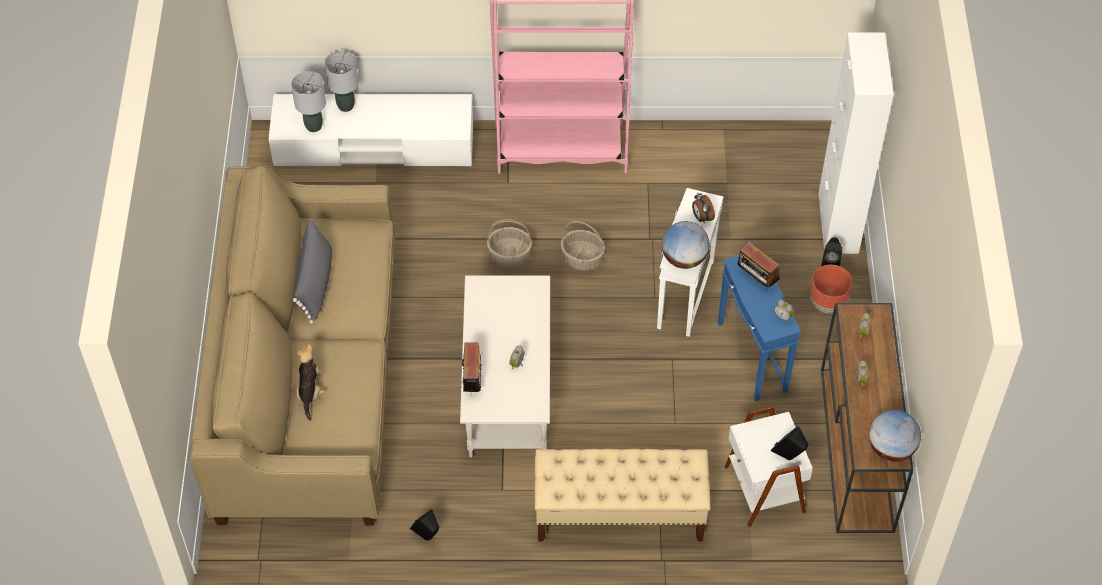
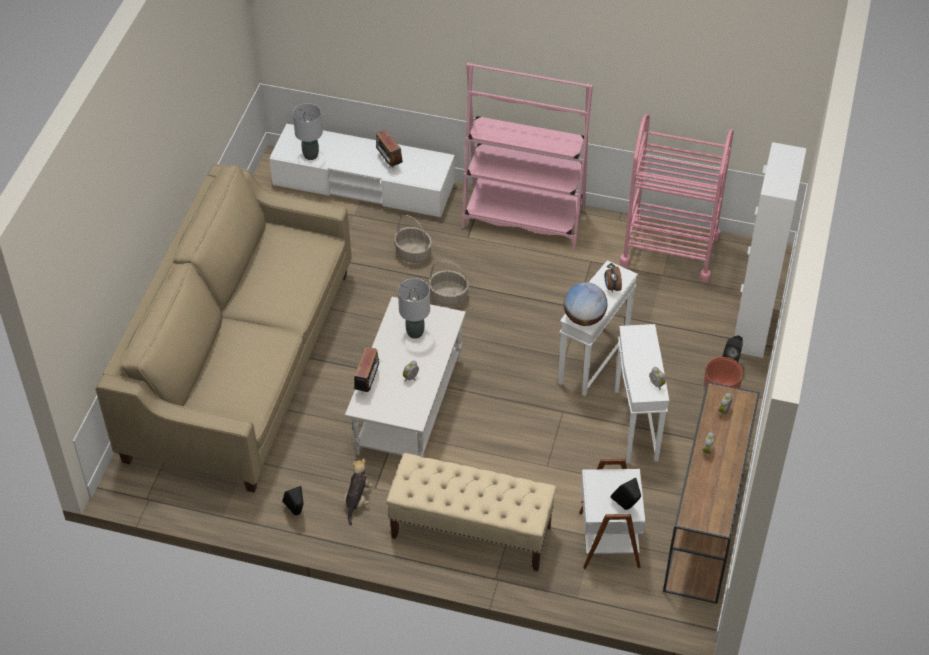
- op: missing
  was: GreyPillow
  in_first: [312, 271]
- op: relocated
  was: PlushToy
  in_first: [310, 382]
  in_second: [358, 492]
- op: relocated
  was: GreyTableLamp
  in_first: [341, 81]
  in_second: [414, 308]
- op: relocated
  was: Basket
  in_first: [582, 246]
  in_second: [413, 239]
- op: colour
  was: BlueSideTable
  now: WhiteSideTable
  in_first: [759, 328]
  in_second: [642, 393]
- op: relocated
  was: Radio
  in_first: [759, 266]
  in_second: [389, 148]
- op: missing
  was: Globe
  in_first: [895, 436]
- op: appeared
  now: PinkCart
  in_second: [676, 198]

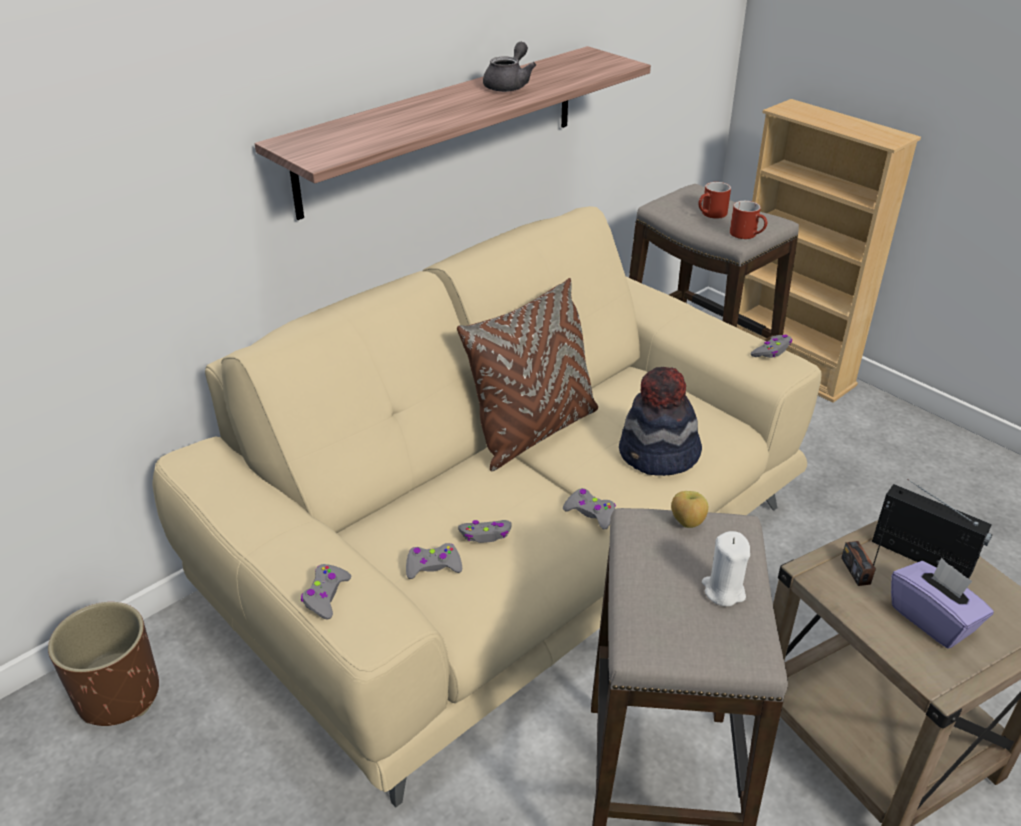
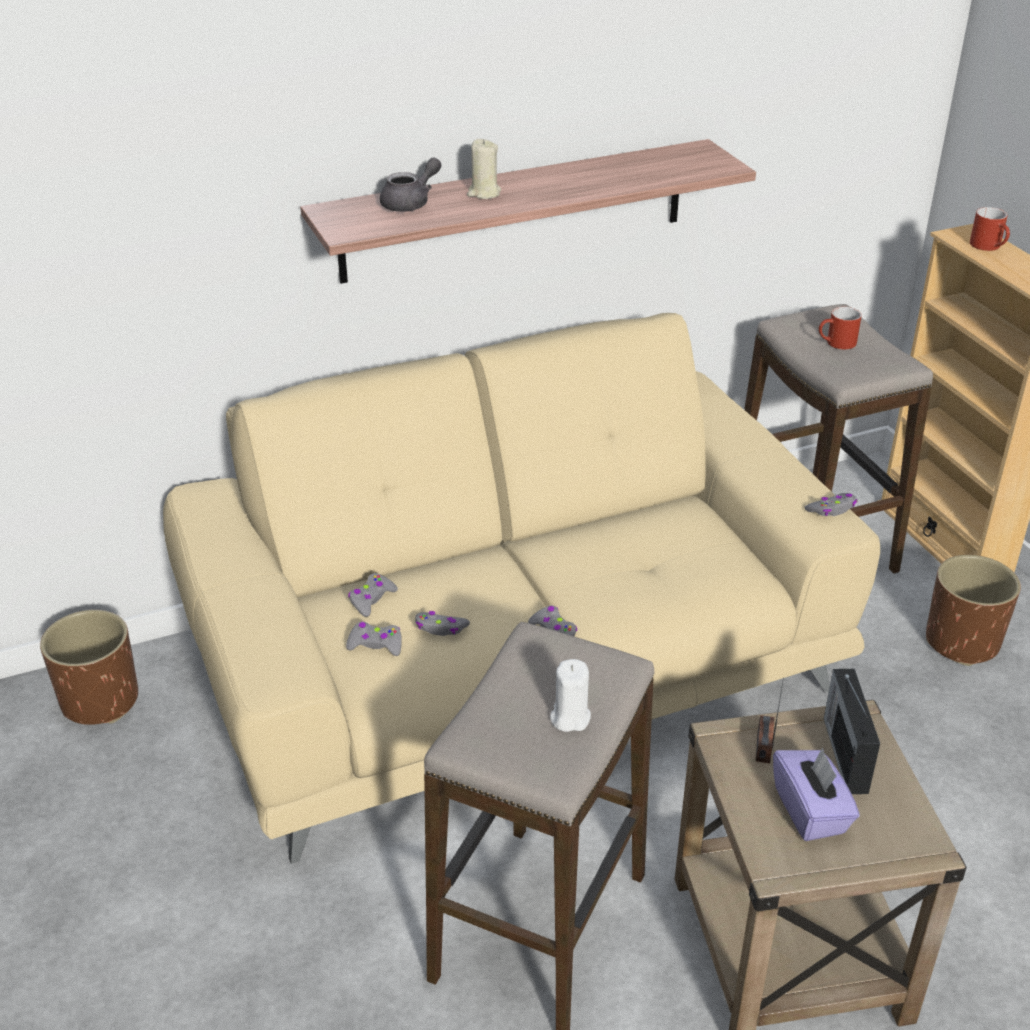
- op: relocated
  was: GreyGameController
  in_first: [326, 592]
  in_second: [373, 595]
- op: missing
  was: BrownPillow
  in_first: [527, 374]
- op: relocated
  was: GreyTeapot
  in_first: [509, 67]
  in_second: [410, 185]
- op: missing
  was: Hat
  in_first: [660, 421]
- op: missing
  was: Apple
  in_first: [689, 509]
- op: relocated
  was: RedMug
  in_first: [748, 220]
  in_second: [990, 229]
- op: spun
  was: Radio
  in_first: [932, 529]
  in_second: [852, 731]
  clockwise: -150
- op: appeared
  now: BeigeCandle
  in_second: [484, 169]
- op: appeared
  now: BrownPlanter
  in_second: [973, 610]

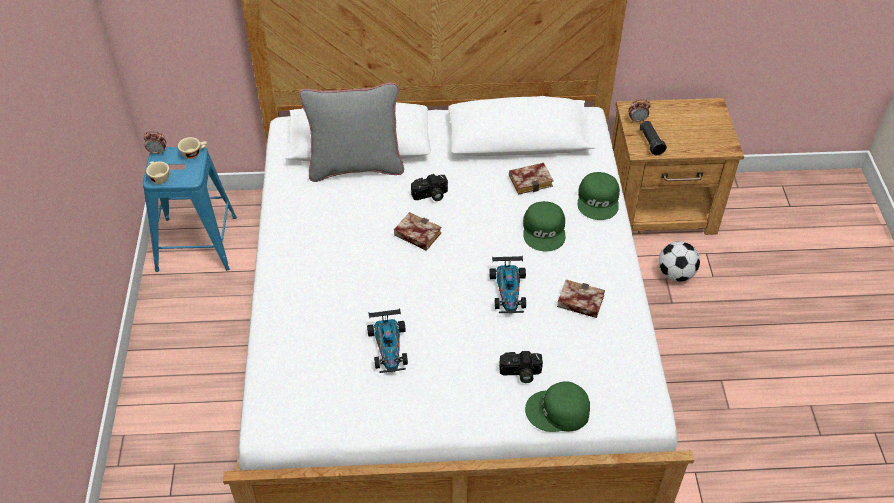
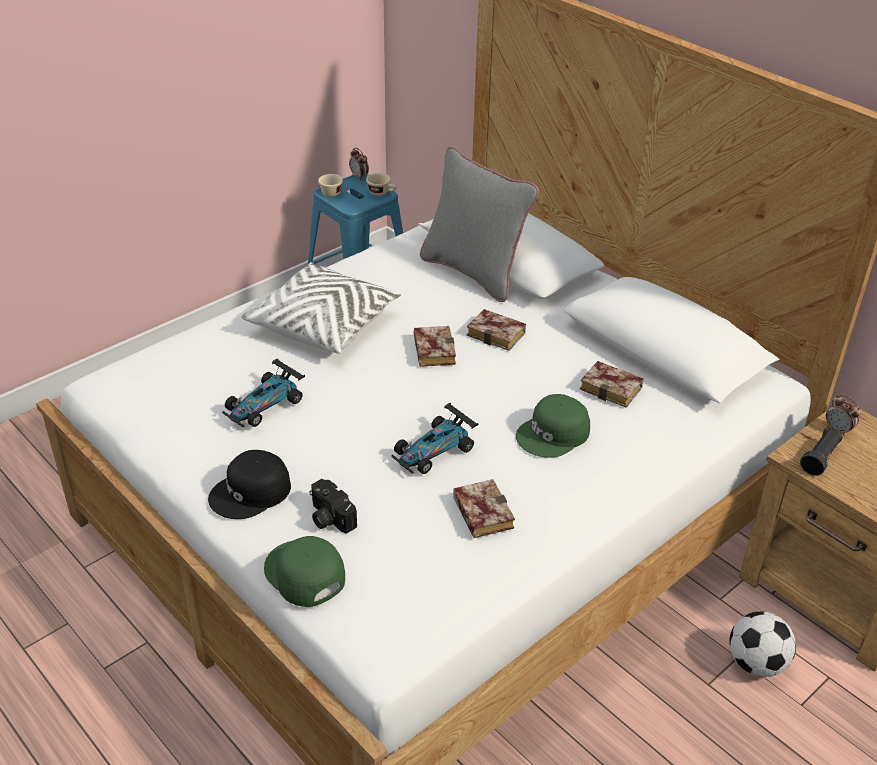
- op: exchanged
  was: PhotoCamera
  now: Book
  in_first: [429, 187]
  in_second: [496, 330]
- op: missing
  was: GreenCap
  in_first: [599, 196]
- op: appeared
  now: BlackCap
  in_second: [249, 484]
- op: appeared
  now: WhitePillow
  in_second: [321, 308]

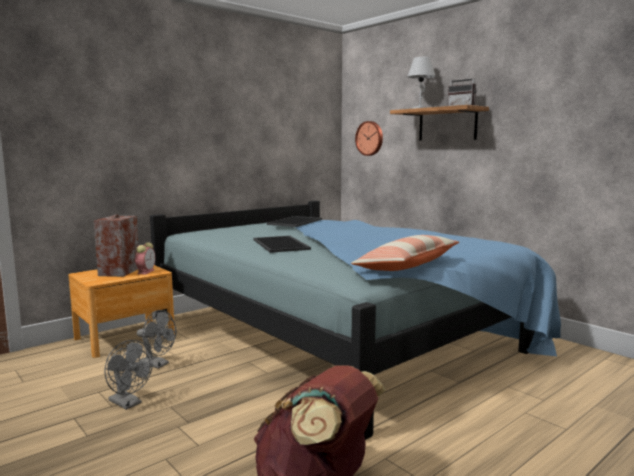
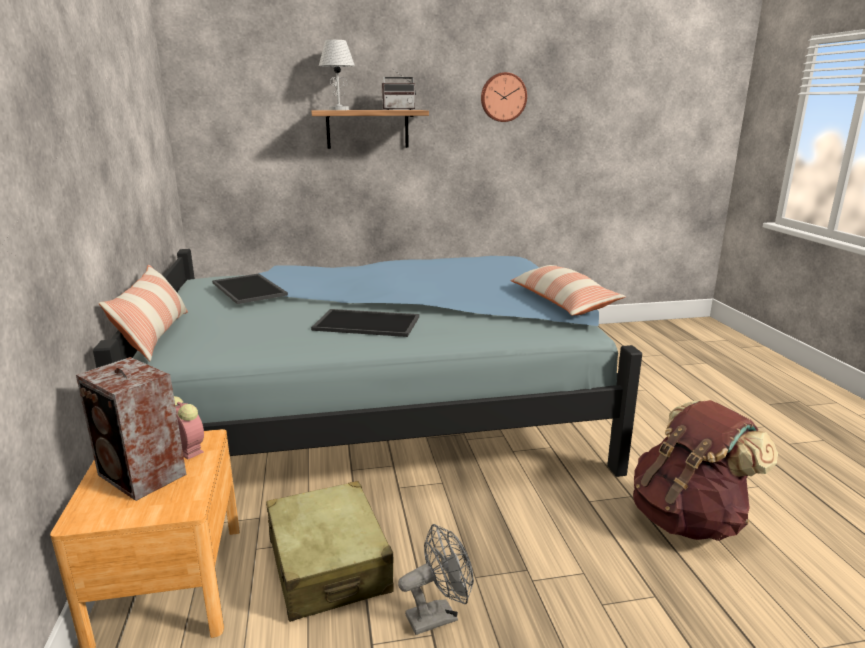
- op: exchanged
  was: GreyFan
  now: BeigeSuitcase
  in_first: [156, 339]
  in_second: [330, 551]
- op: relocated
  was: WallClock
  in_first: [369, 138]
  in_second: [504, 97]
- op: appeared
  now: Pillow
  in_second: [143, 313]

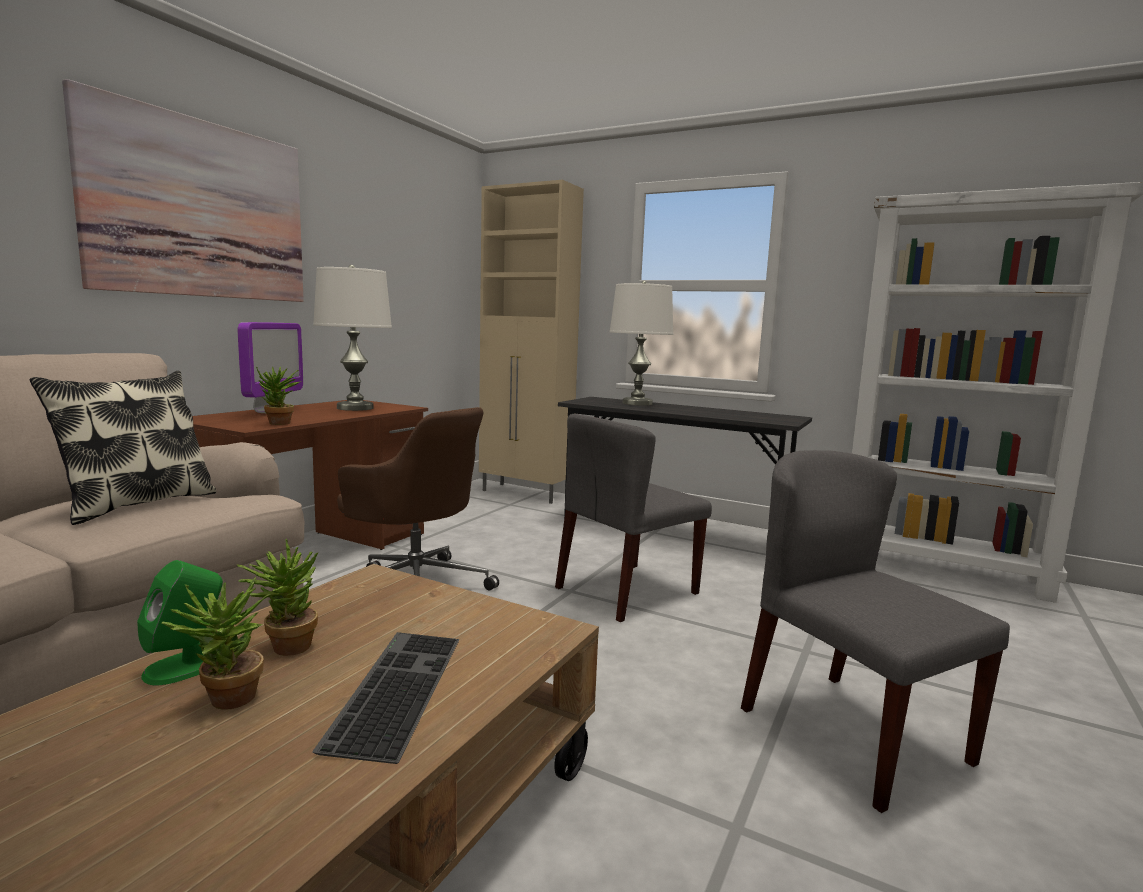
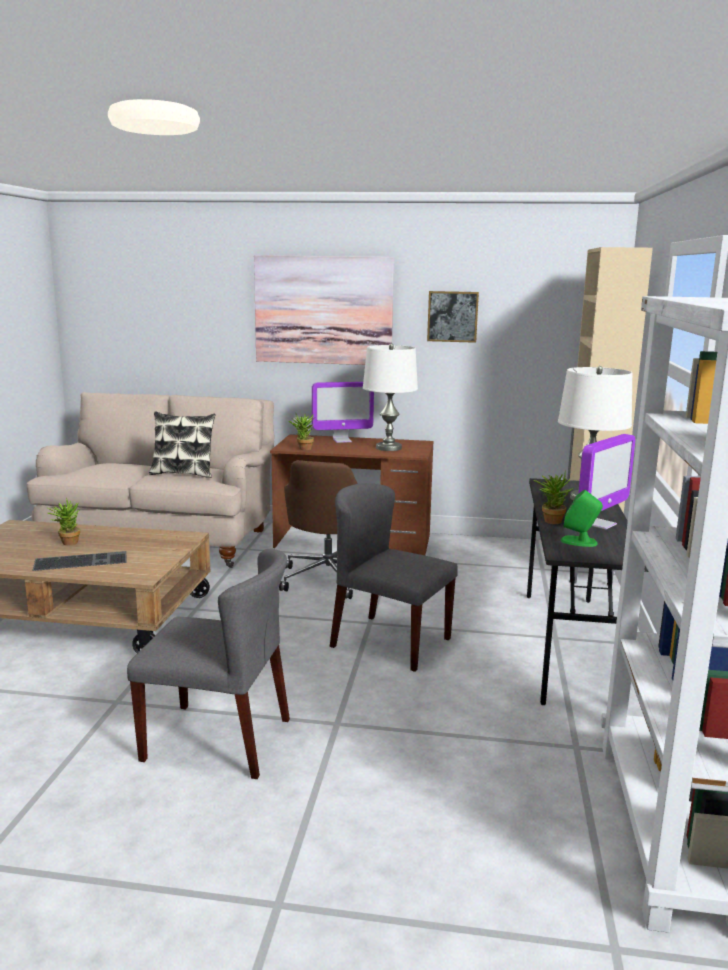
- op: relocated
  was: GreenSpeaker
  in_first: [180, 622]
  in_second: [582, 518]
- op: relocated
  was: PottedPlant
  in_first: [277, 597]
  in_second: [553, 497]
- op: spun
  was: GreyChair
  in_first: [875, 631]
  in_second: [208, 663]
  clockwise: 60
- op: appeared
  now: Picture
  in_second: [453, 317]
- op: appeared
  now: Monitor
  in_second: [606, 482]

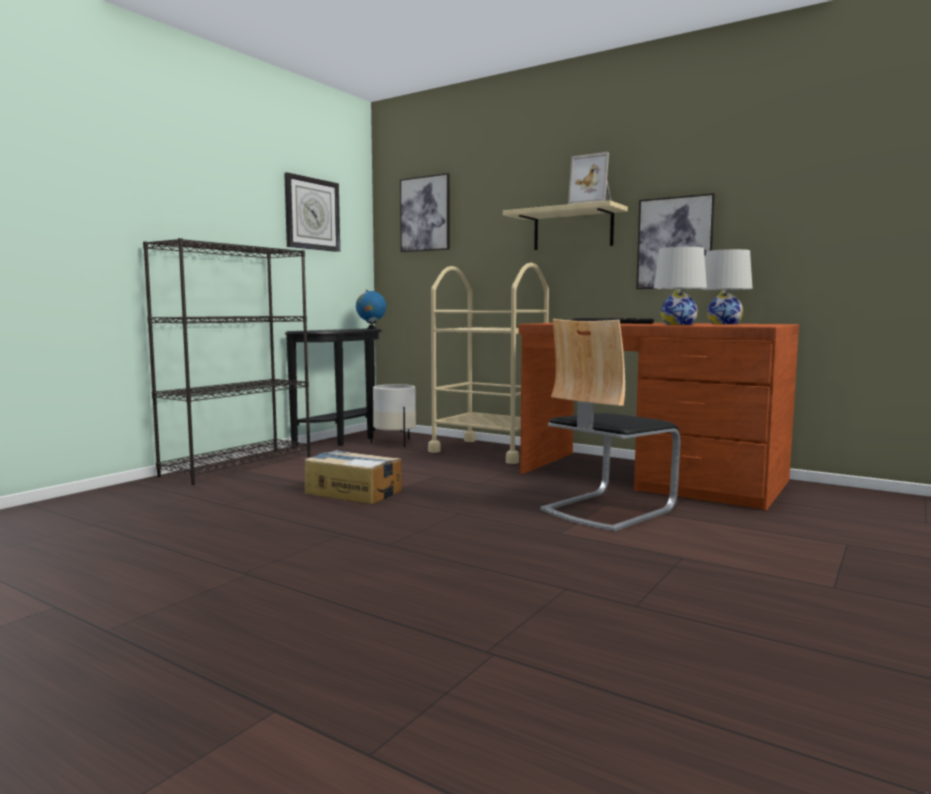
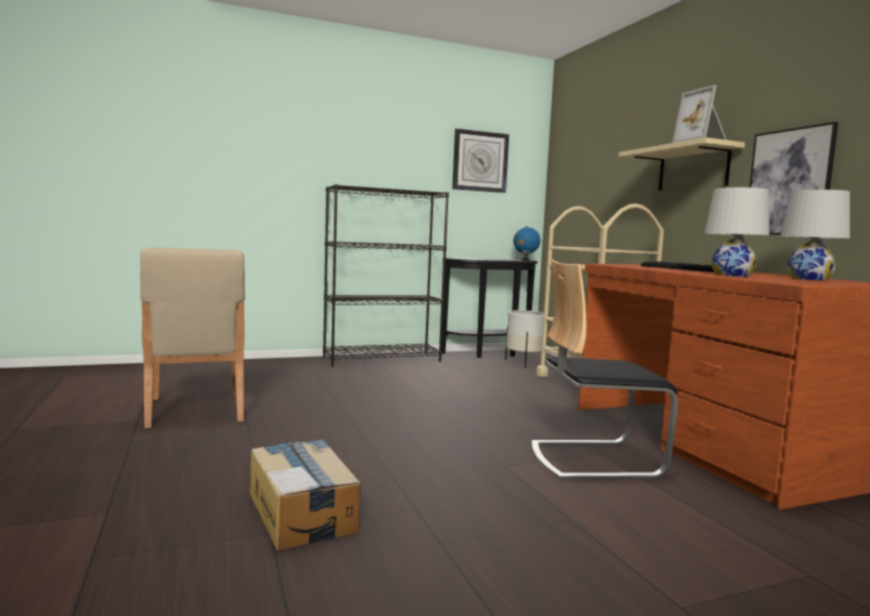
- op: relocated
  was: CardboardBox
  in_first: [353, 477]
  in_second: [305, 495]
- op: missing
  was: Picture
  in_first: [425, 212]
- op: appeared
  now: BeigeChair
  in_second: [192, 338]

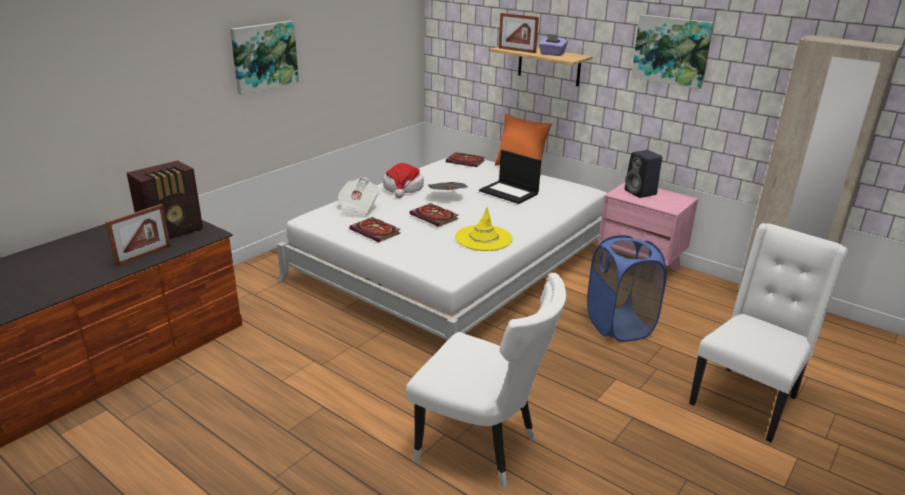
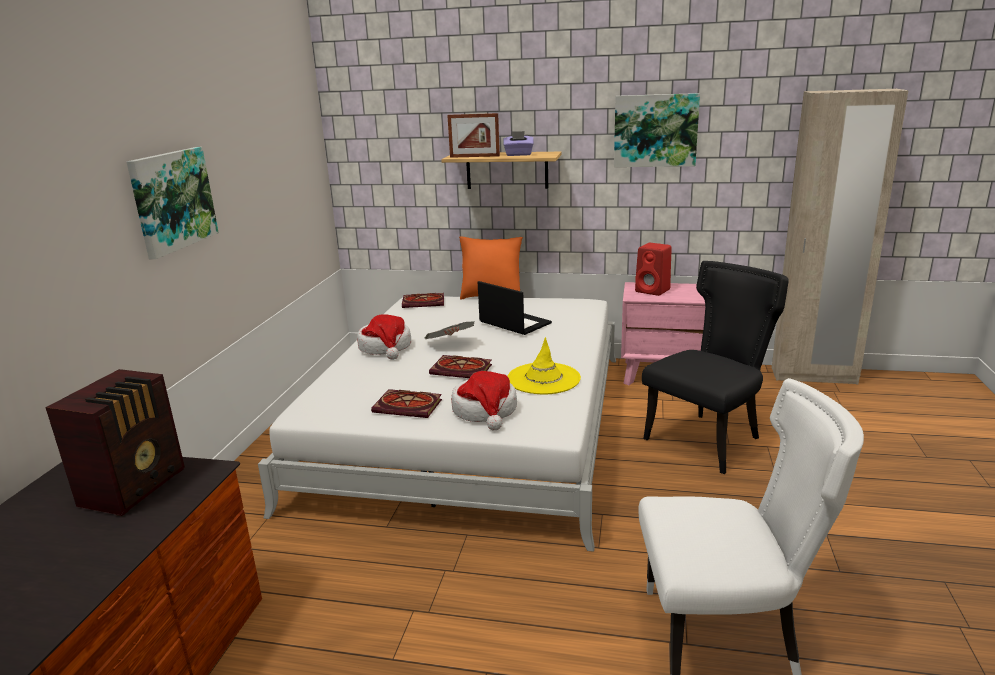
- op: missing
  was: PictureFrame
  in_first: [138, 235]
- op: missing
  was: Newspaper
  in_first: [358, 197]
- op: spun
  was: Laptop
  in_first: [510, 177]
  in_second: [515, 308]
  clockwise: -150
- op: exchanged
  was: BlueLaundryBasket
  now: BlackChair
  in_first: [627, 288]
  in_second: [715, 367]
- op: colour
  was: BlackSpeaker
  now: RedSpeaker
  in_first: [643, 174]
  in_second: [653, 269]
- op: missing
  was: WhiteChair
  in_first: [768, 333]
- op: appeared
  now: Hat
  in_second: [484, 400]

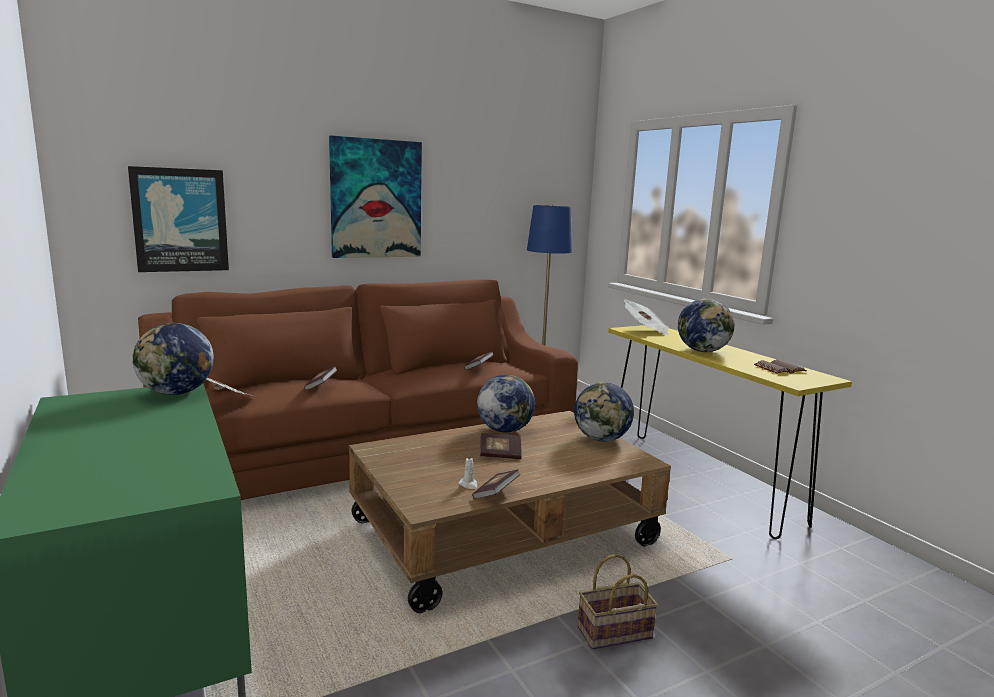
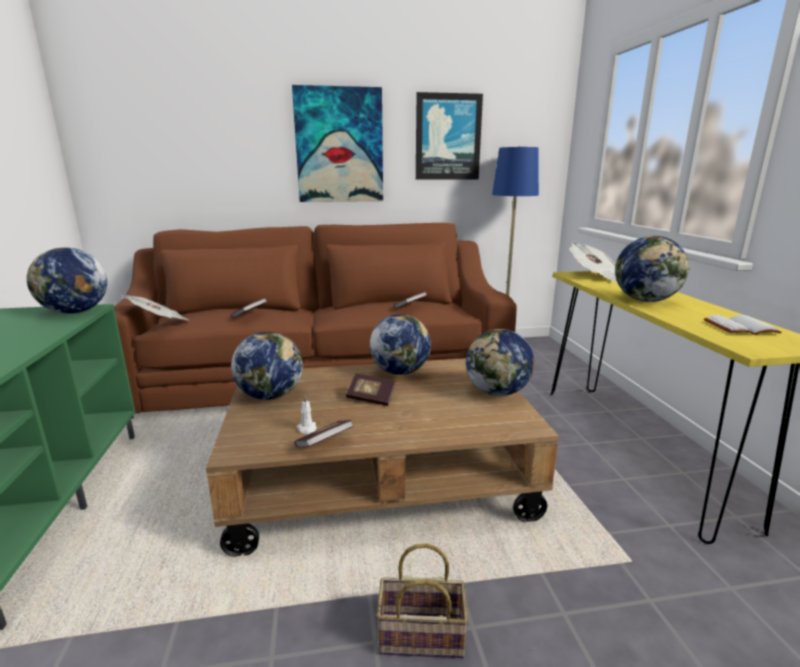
- op: relocated
  was: Picture
  in_first: [178, 219]
  in_second: [449, 136]
- op: colour
  was: BrownBook
  now: WhiteBook
  in_first: [780, 366]
  in_second: [742, 325]
- op: appeared
  now: Globe
  in_second: [267, 366]

